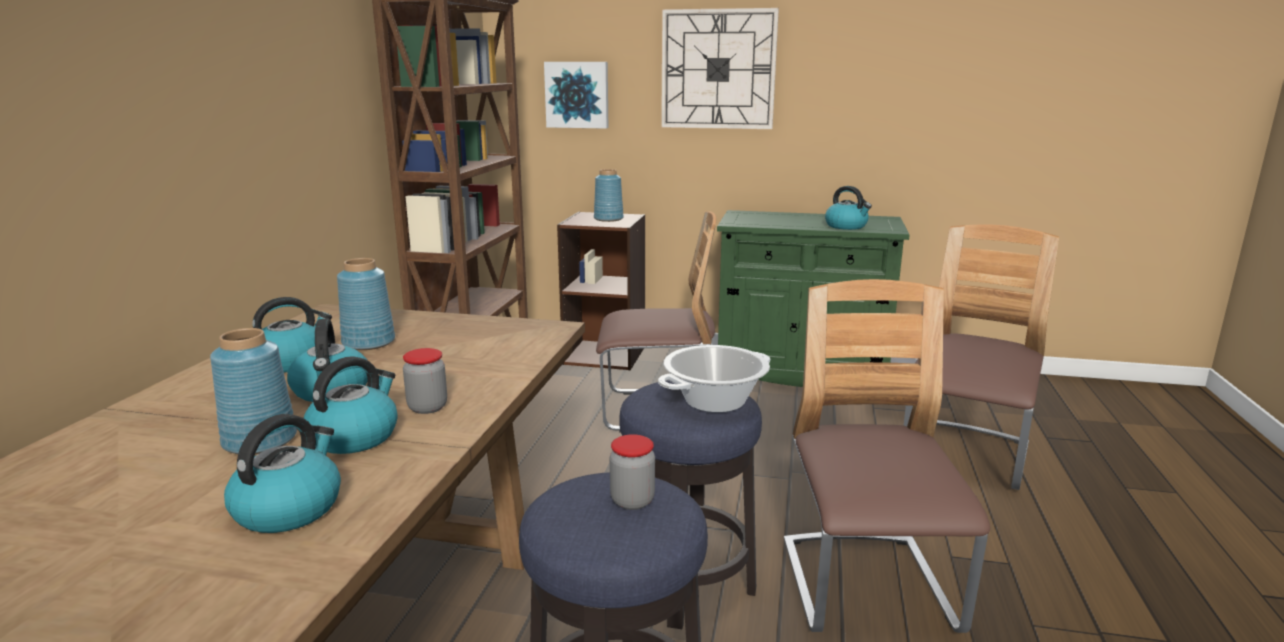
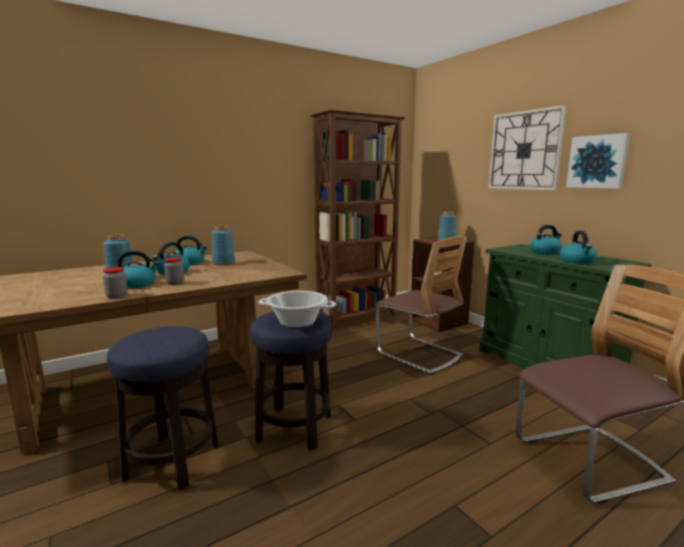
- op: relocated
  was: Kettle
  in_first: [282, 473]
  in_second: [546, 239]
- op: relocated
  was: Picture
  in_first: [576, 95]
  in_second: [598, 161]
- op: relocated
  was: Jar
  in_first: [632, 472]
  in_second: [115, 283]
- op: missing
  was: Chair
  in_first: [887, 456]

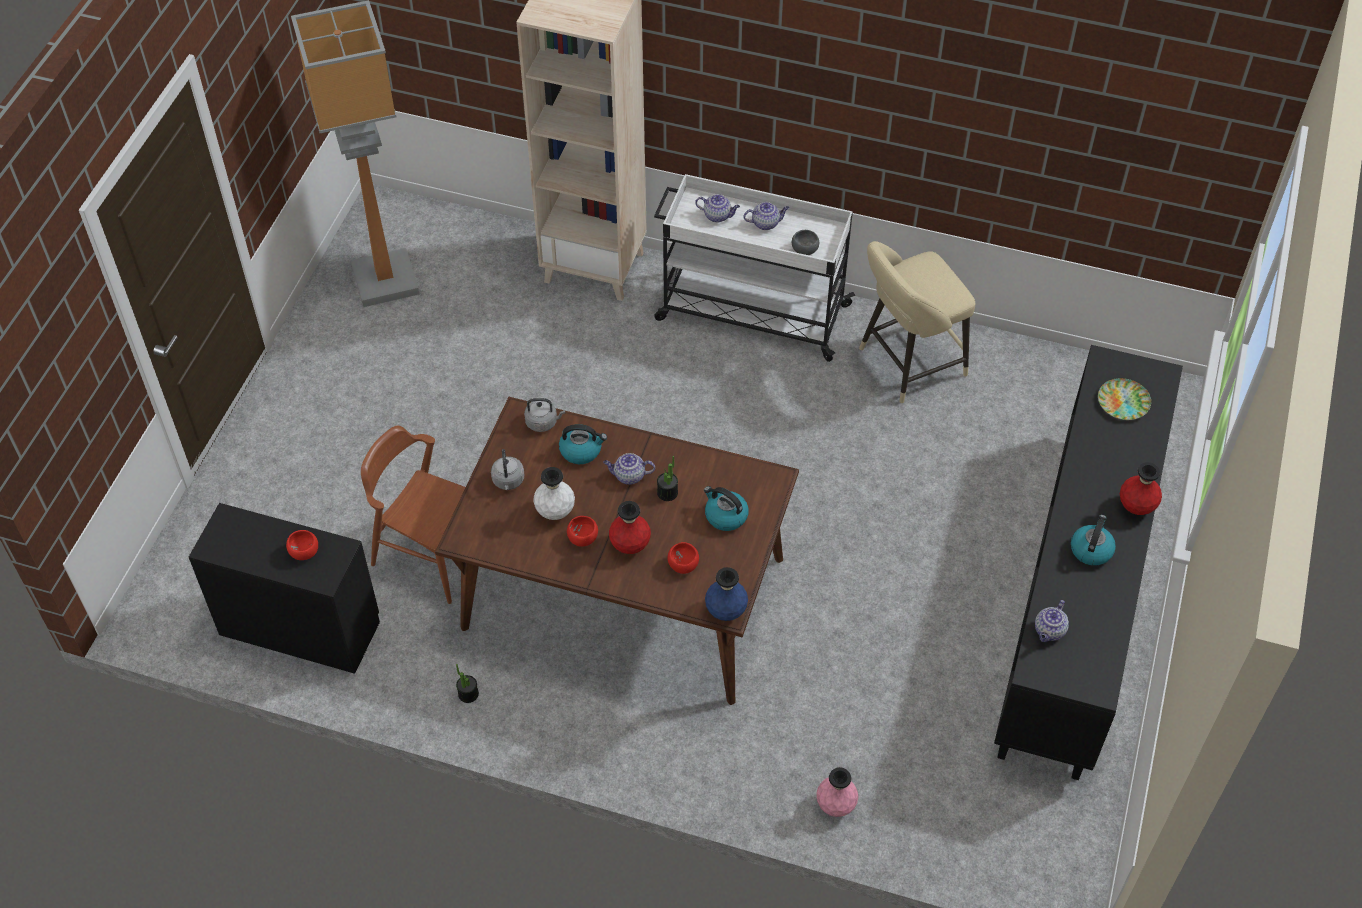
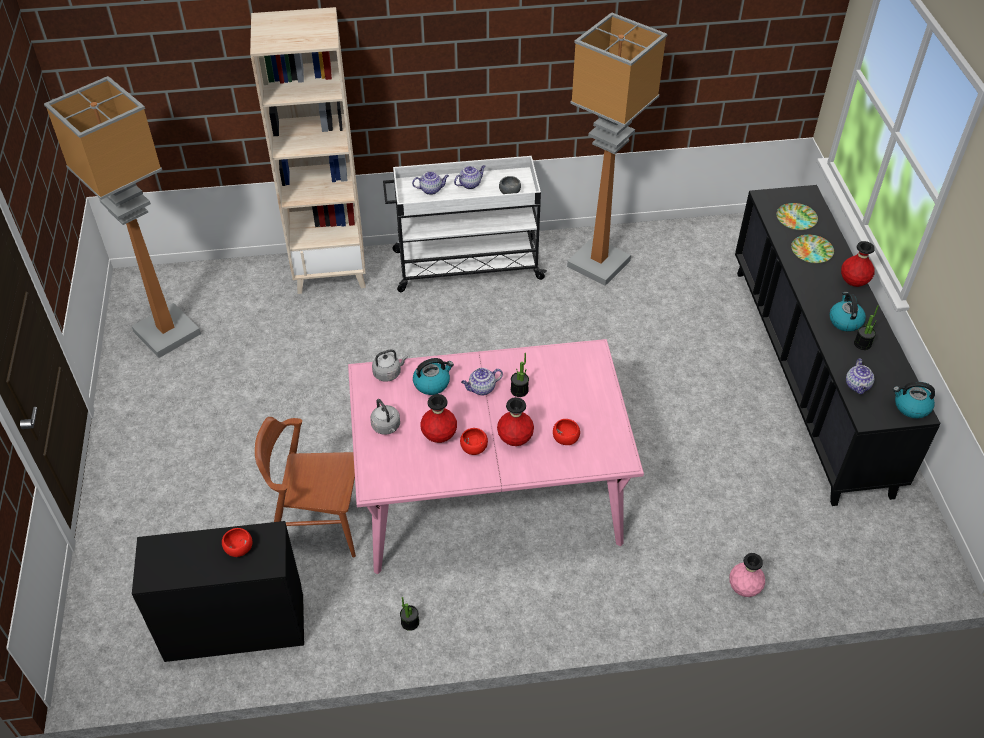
- op: colour
  was: BrownDiningTable
  now: PinkDiningTable
  in_first: [617, 551]
  in_second: [496, 456]
- op: colour
  was: WhiteVase
  now: RedVase
  in_first: [554, 493]
  in_second: [438, 418]
- op: relocated
  was: Kettle
  in_first: [726, 508]
  in_second: [914, 400]
- op: missing
  was: BlueVase
  in_first: [726, 594]
- op: exchanged
  was: BeigeStool
  now: FloorLamp
  in_first: [917, 322]
  in_second: [617, 149]
- op: appeared
  now: Plate
  in_second: [812, 249]
- op: appeared
  now: PottedPlant
  in_second: [866, 327]

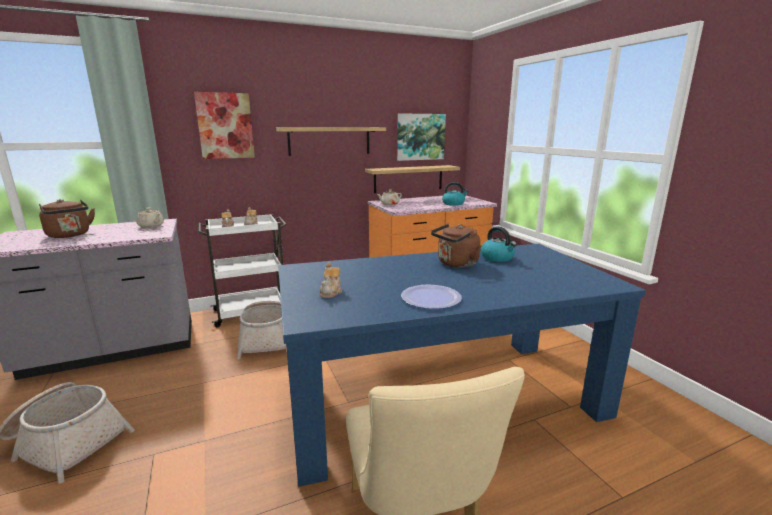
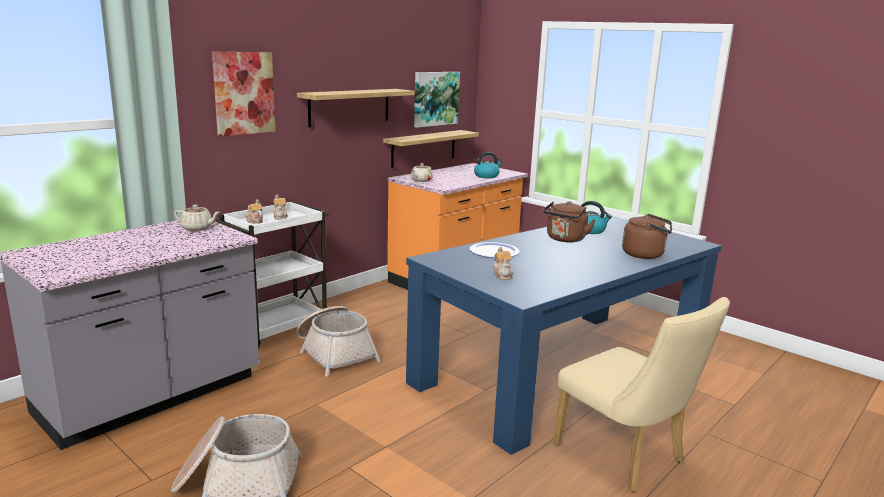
- op: relocated
  was: BrownKettle
  in_first: [67, 218]
  in_second: [647, 236]
- op: relocated
  was: Plate
  in_first: [431, 297]
  in_second: [494, 250]

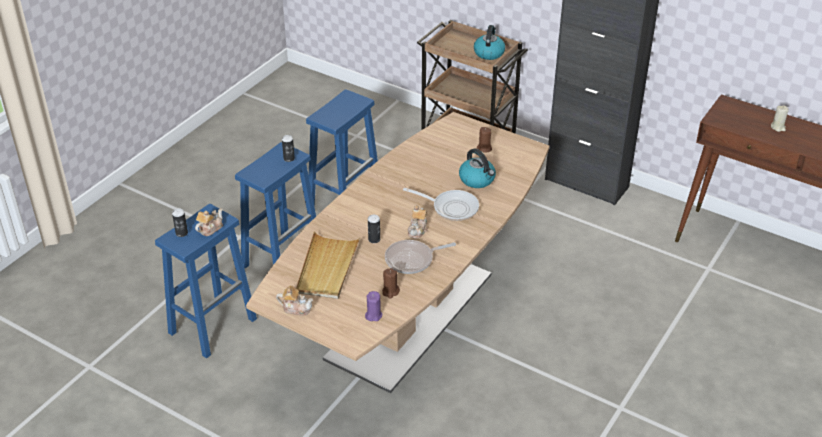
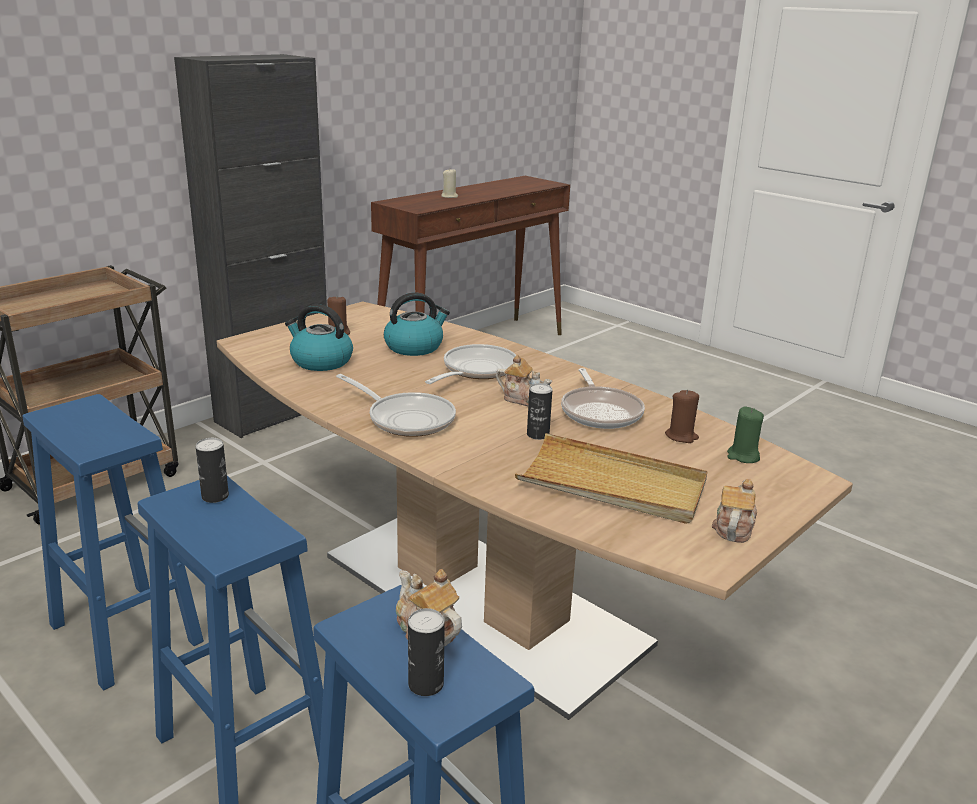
- op: colour
  was: PurpleCandle
  now: GreenCandle
  in_first: [373, 306]
  in_second: [745, 434]
- op: relocated
  was: Kettle
  in_first: [489, 42]
  in_second: [319, 337]
- op: appeared
  now: FryingPan
  in_second: [396, 405]

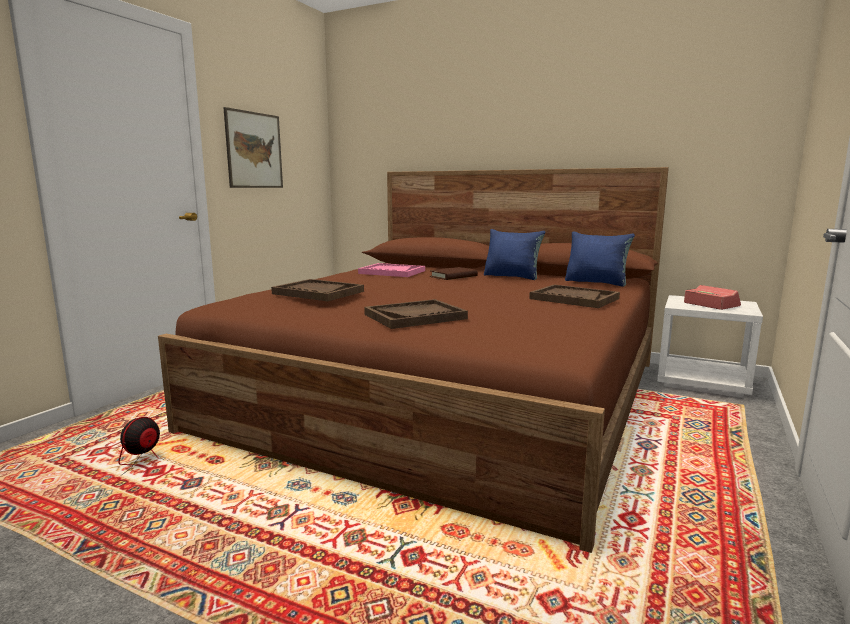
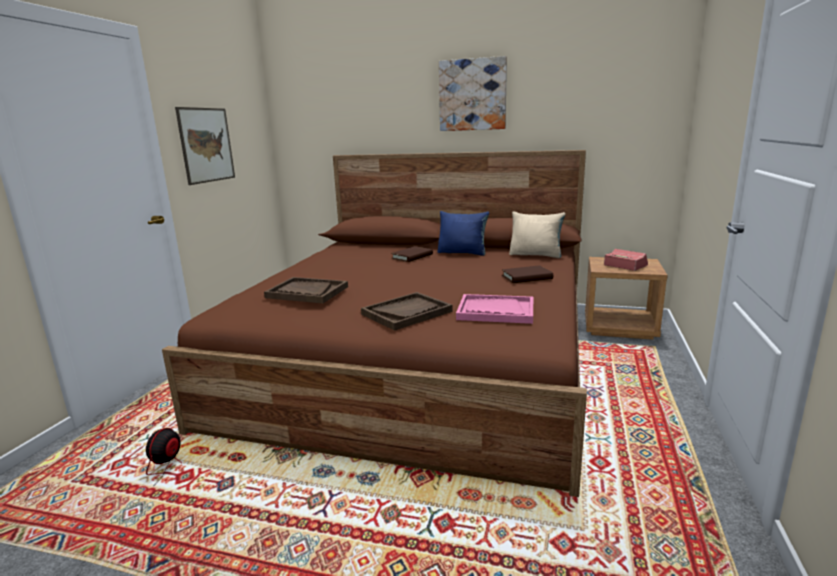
- op: relocated
  was: PinkTray
  in_first: [391, 270]
  in_second: [494, 309]
- op: exchanged
  was: BrownTray
  now: BrownBook
  in_first: [574, 296]
  in_second: [527, 274]
- op: colour
  was: BluePillow
  now: BeigePillow
  in_first: [600, 259]
  in_second: [537, 234]
- op: colour
  was: WhiteNightstand
  now: BrownNightstand
  in_first: [710, 346]
  in_second: [626, 298]
- op: appeared
  now: Picture
  in_second: [473, 93]

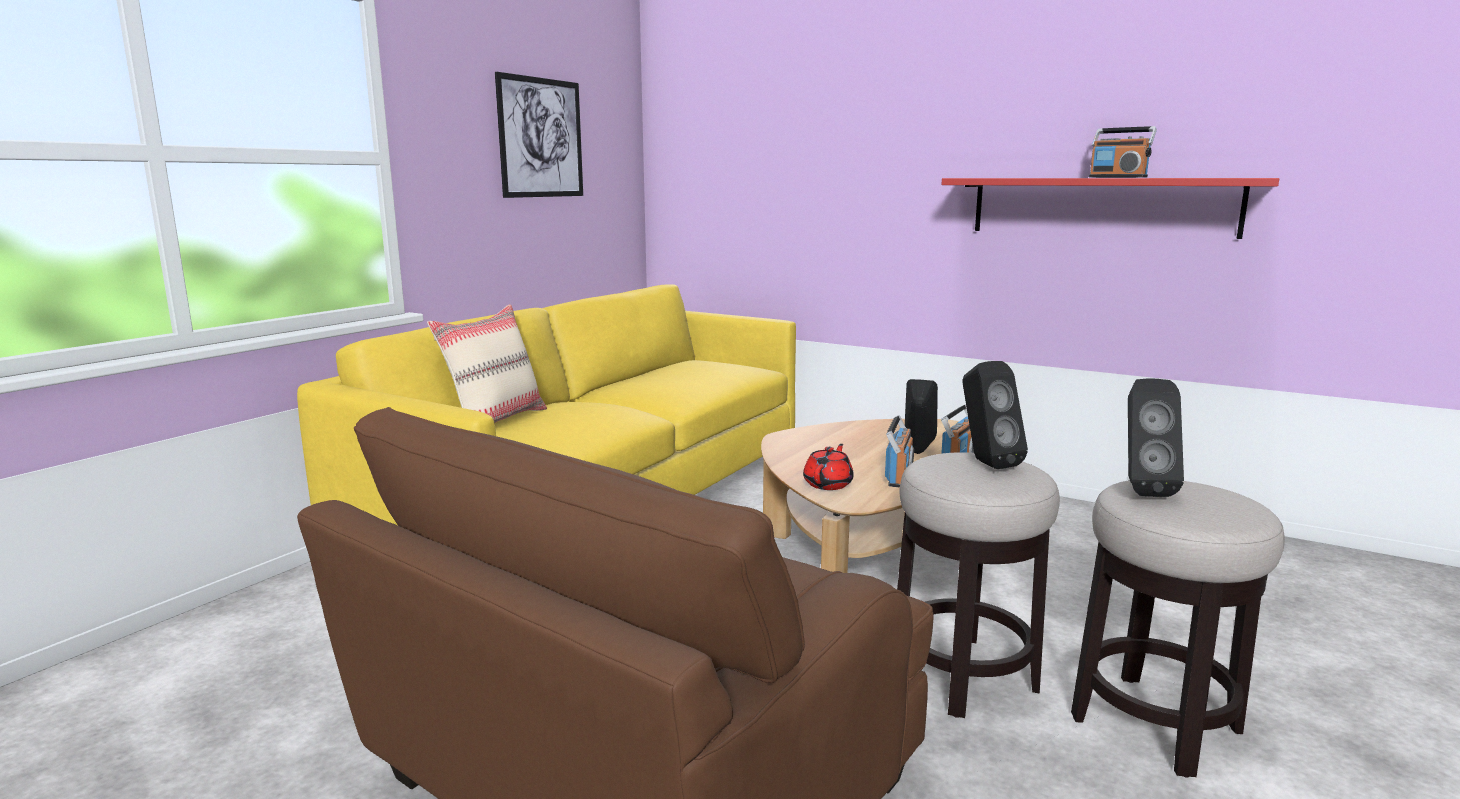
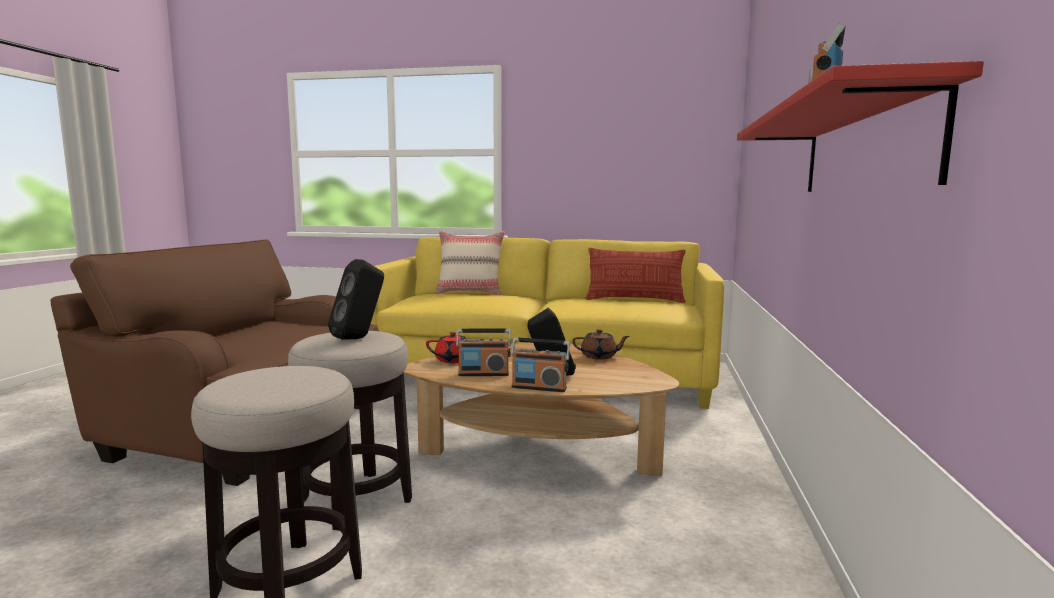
- op: missing
  was: Picture
  in_first: [539, 135]
- op: missing
  was: BlackSpeaker
  in_first: [1156, 438]
- op: appeared
  now: BrownTeapot
  in_second: [601, 344]
- op: appeared
  now: Pillow
  in_second: [636, 275]

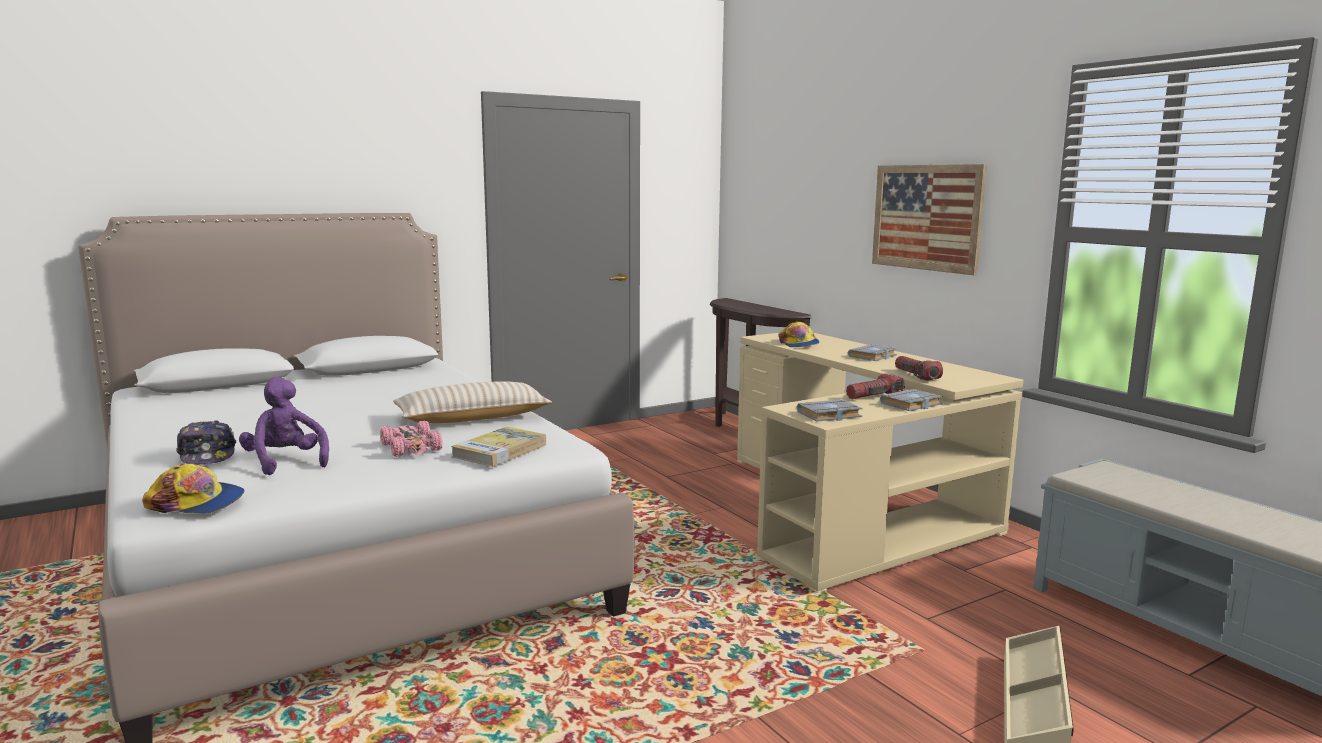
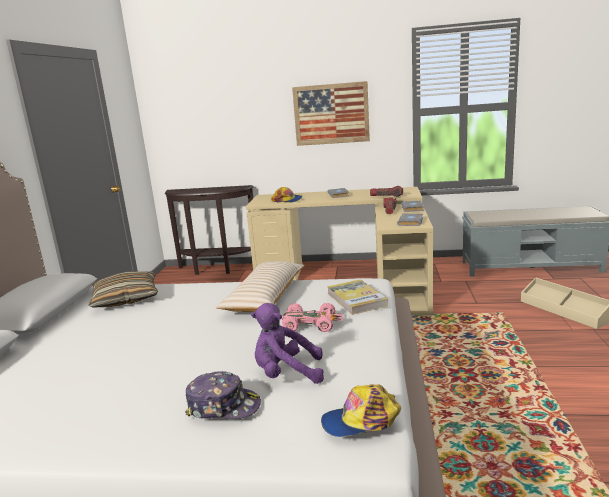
- op: spun
  was: Cap
  in_first: [193, 488]
  in_second: [361, 410]
  clockwise: -150
- op: appeared
  now: Pillow
  in_second: [123, 289]

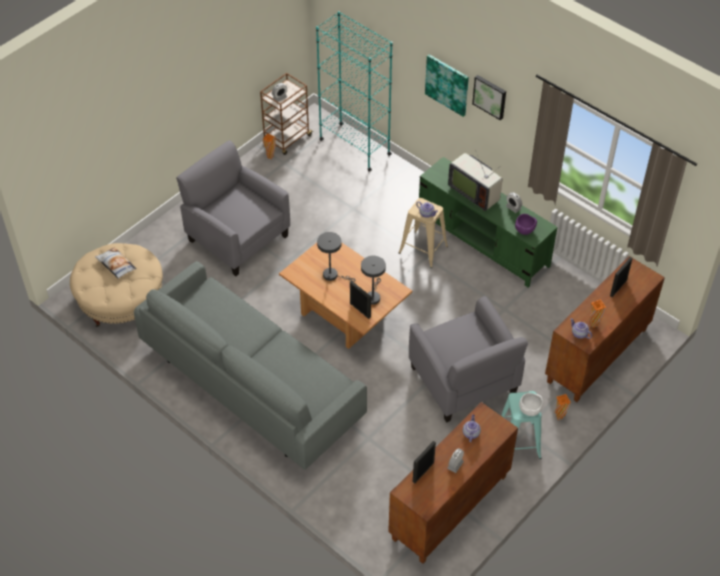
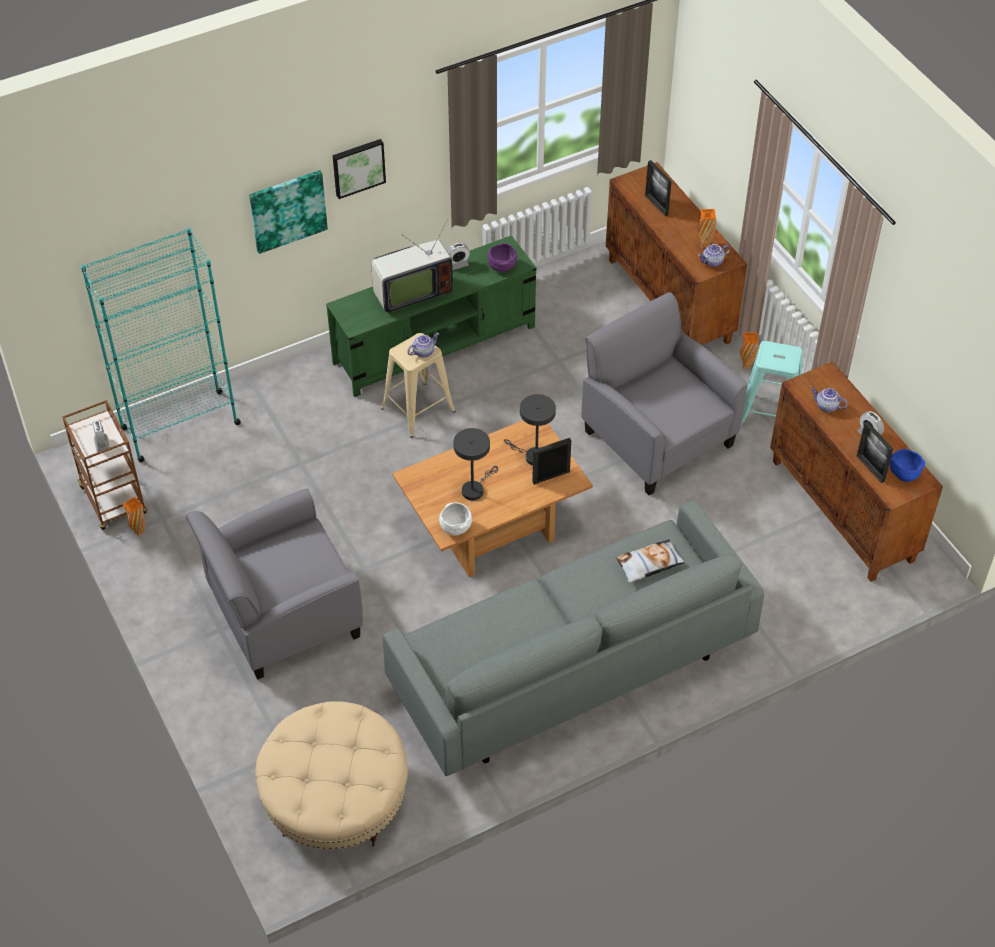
- op: relocated
  was: Pillow
  in_first: [116, 263]
  in_second: [651, 560]
- op: spun
  was: GreyArmchair
  in_first: [468, 359]
  in_second: [664, 393]
  clockwise: -120
- op: relocated
  was: WhiteBowl
  in_first: [531, 404]
  in_second: [455, 519]
- op: appeared
  now: BlueBowl
  in_second: [907, 465]

